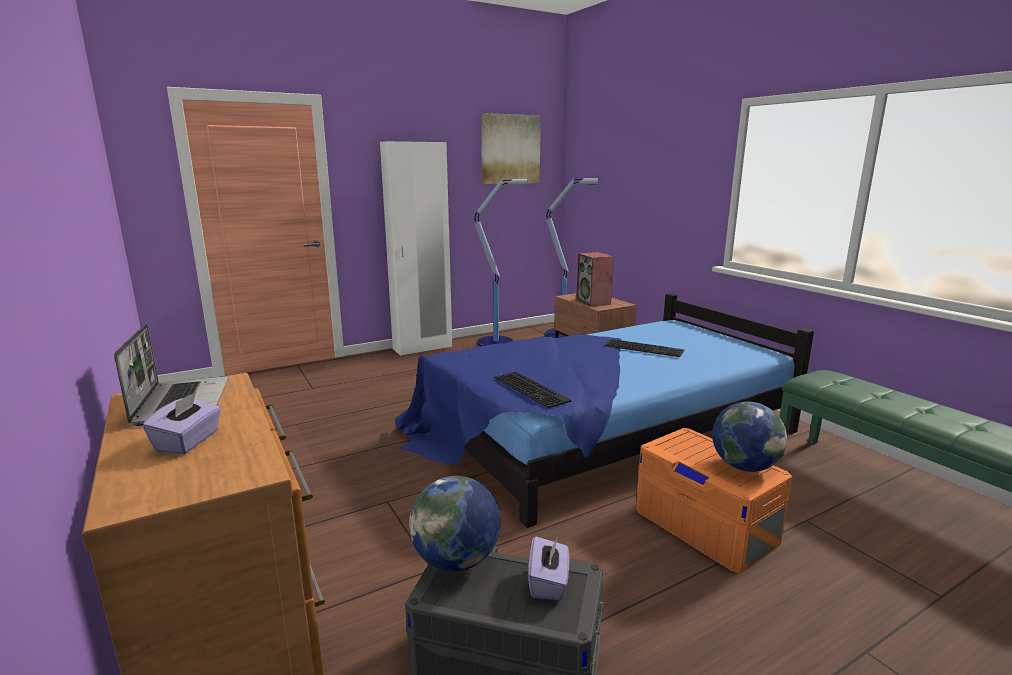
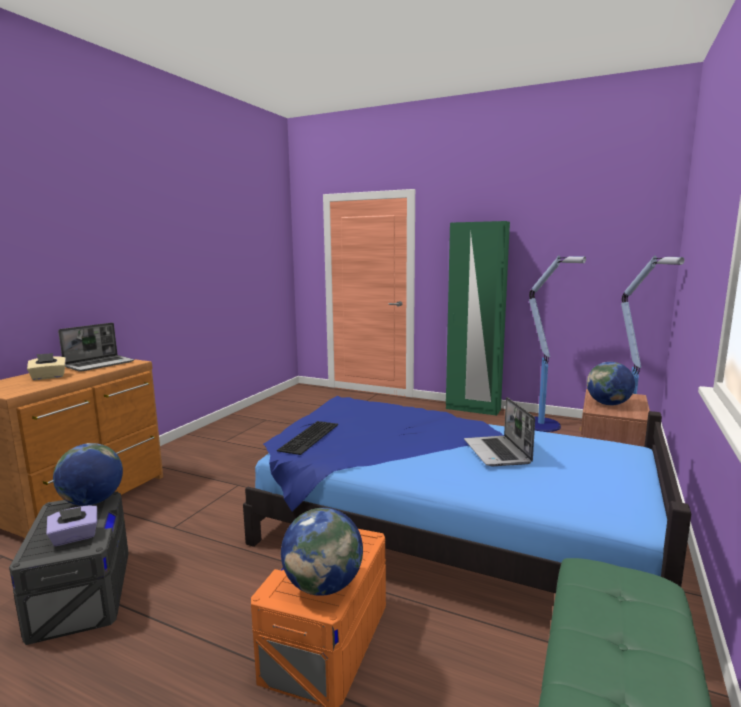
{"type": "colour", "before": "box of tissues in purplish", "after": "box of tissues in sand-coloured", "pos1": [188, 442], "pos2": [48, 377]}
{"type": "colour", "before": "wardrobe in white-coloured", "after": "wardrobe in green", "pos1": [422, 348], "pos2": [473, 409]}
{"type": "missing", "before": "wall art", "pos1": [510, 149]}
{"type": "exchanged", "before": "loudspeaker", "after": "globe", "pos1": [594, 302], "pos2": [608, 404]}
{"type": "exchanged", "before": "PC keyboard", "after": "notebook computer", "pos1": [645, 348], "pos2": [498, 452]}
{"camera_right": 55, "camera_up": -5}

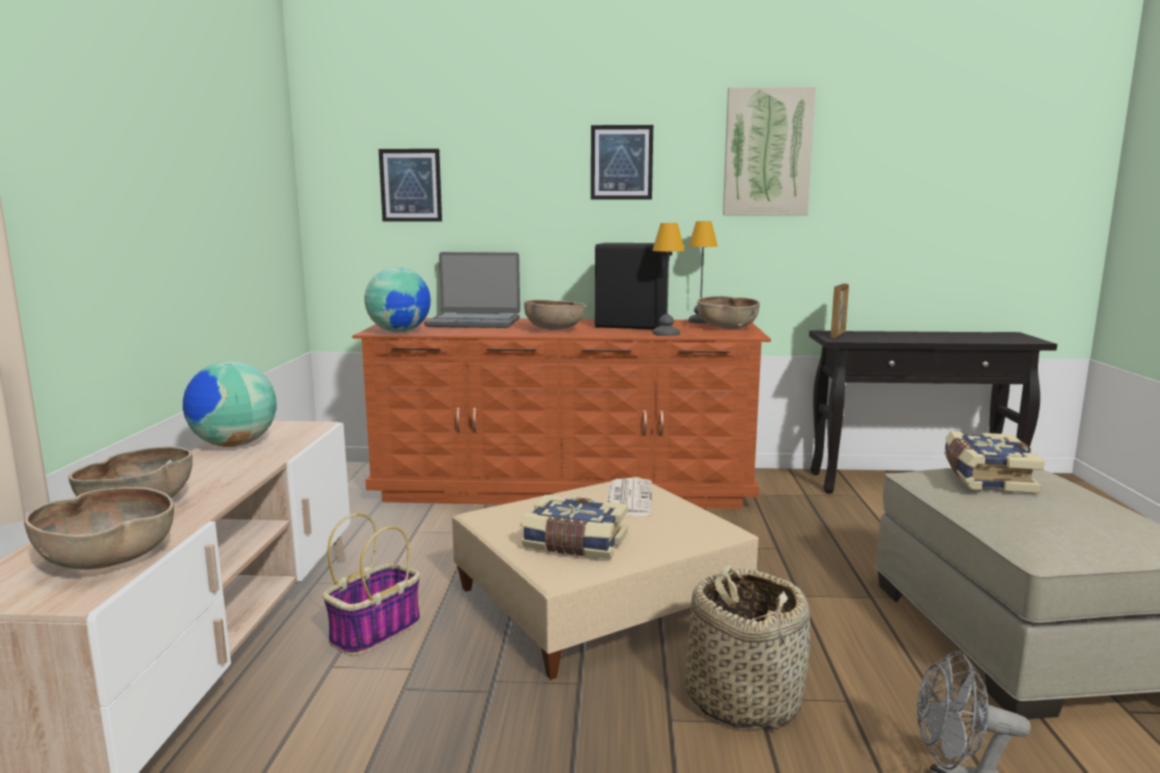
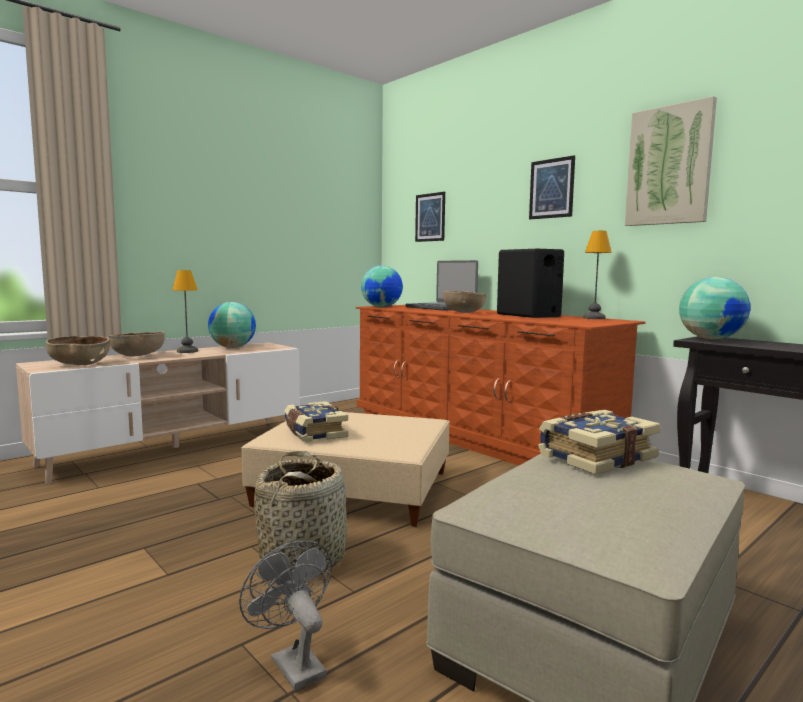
{"type": "missing", "before": "storage basket", "pos1": [376, 631]}
{"type": "missing", "before": "printed paper", "pos1": [628, 498]}
{"type": "relocated", "before": "lamp for a table", "pos1": [667, 333], "pos2": [187, 351]}
{"type": "missing", "before": "deep dish in brownish", "pos1": [727, 328]}
{"type": "exchanged", "before": "photo frame", "after": "globe", "pos1": [838, 335], "pos2": [710, 339]}
{"camera_right": 45, "camera_up": -5}

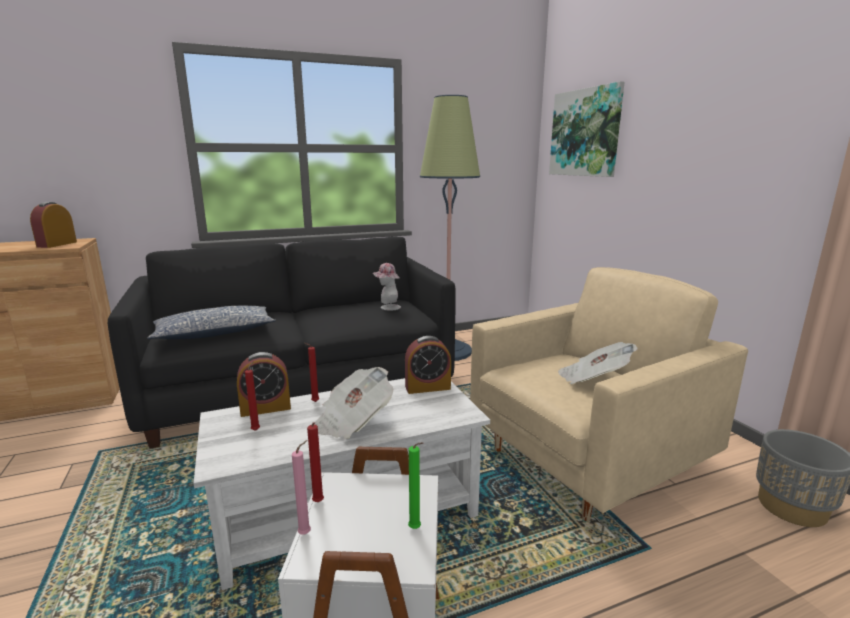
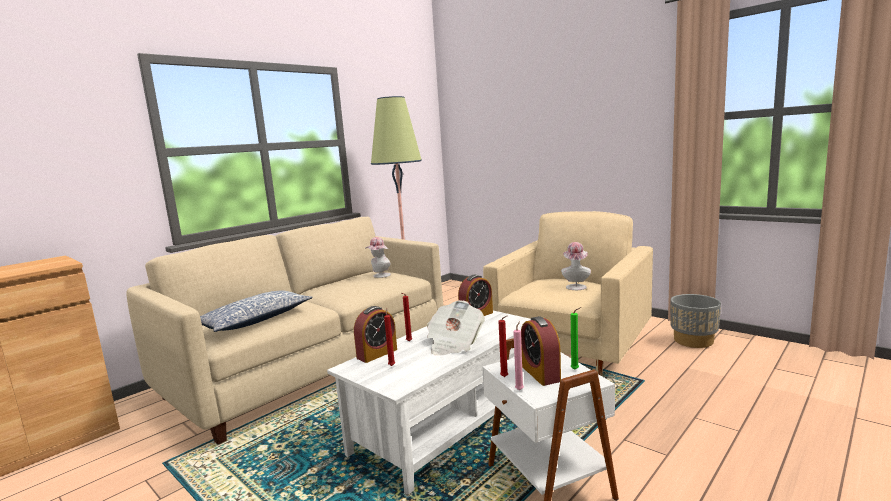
{"type": "relocated", "before": "table clock", "pos1": [57, 244], "pos2": [540, 373]}
{"type": "colour", "before": "settee in black-coloured", "after": "settee in sand-coloured", "pos1": [302, 389], "pos2": [313, 366]}
{"type": "missing", "before": "wall art", "pos1": [585, 133]}
{"type": "exchanged", "before": "printed paper", "after": "wearable hat", "pos1": [593, 379], "pos2": [575, 286]}
{"camera_right": -25, "camera_up": -5}

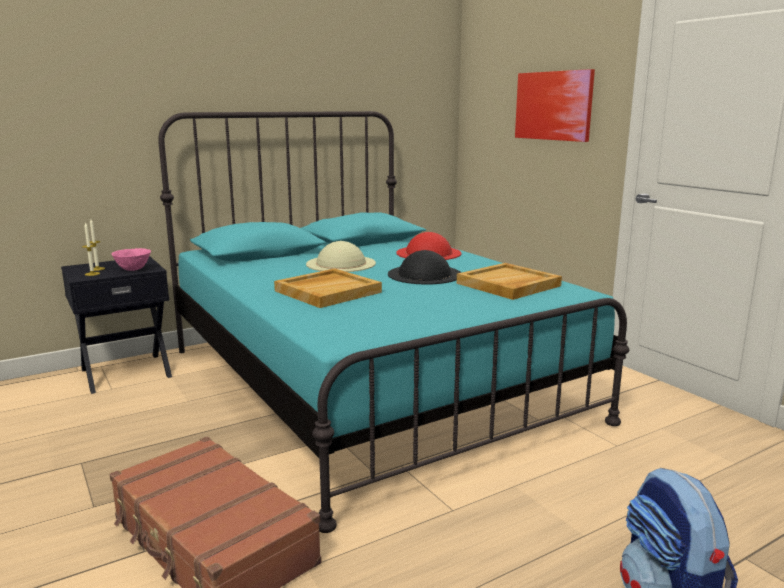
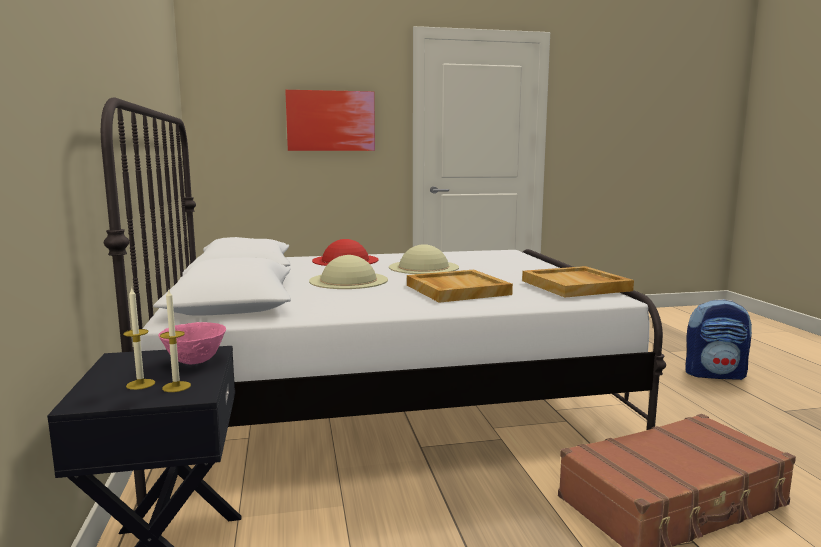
{"type": "colour", "before": "bed in turquoise", "after": "bed in white-coloured", "pos1": [370, 383], "pos2": [385, 398]}
{"type": "colour", "before": "wearable hat in black-coloured", "after": "wearable hat in sand-coloured", "pos1": [424, 274], "pos2": [424, 267]}
{"type": "relocated", "before": "tray in sand-coloured", "pos1": [508, 285], "pos2": [576, 286]}
{"camera_right": -70, "camera_up": -5}

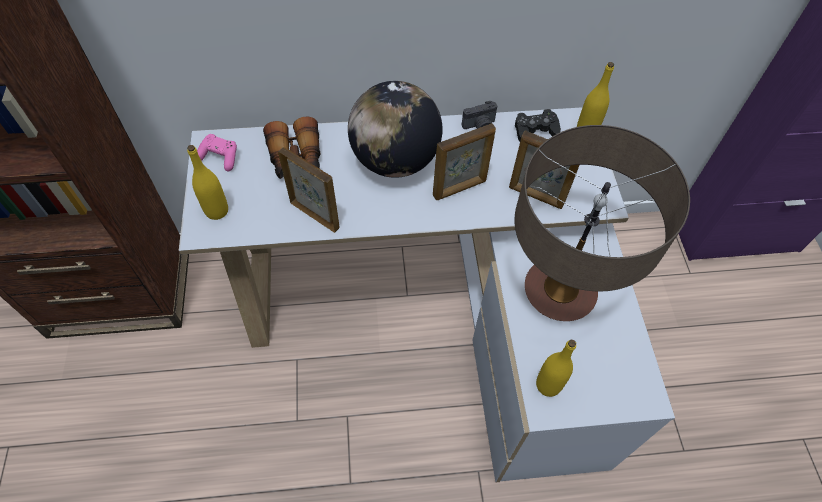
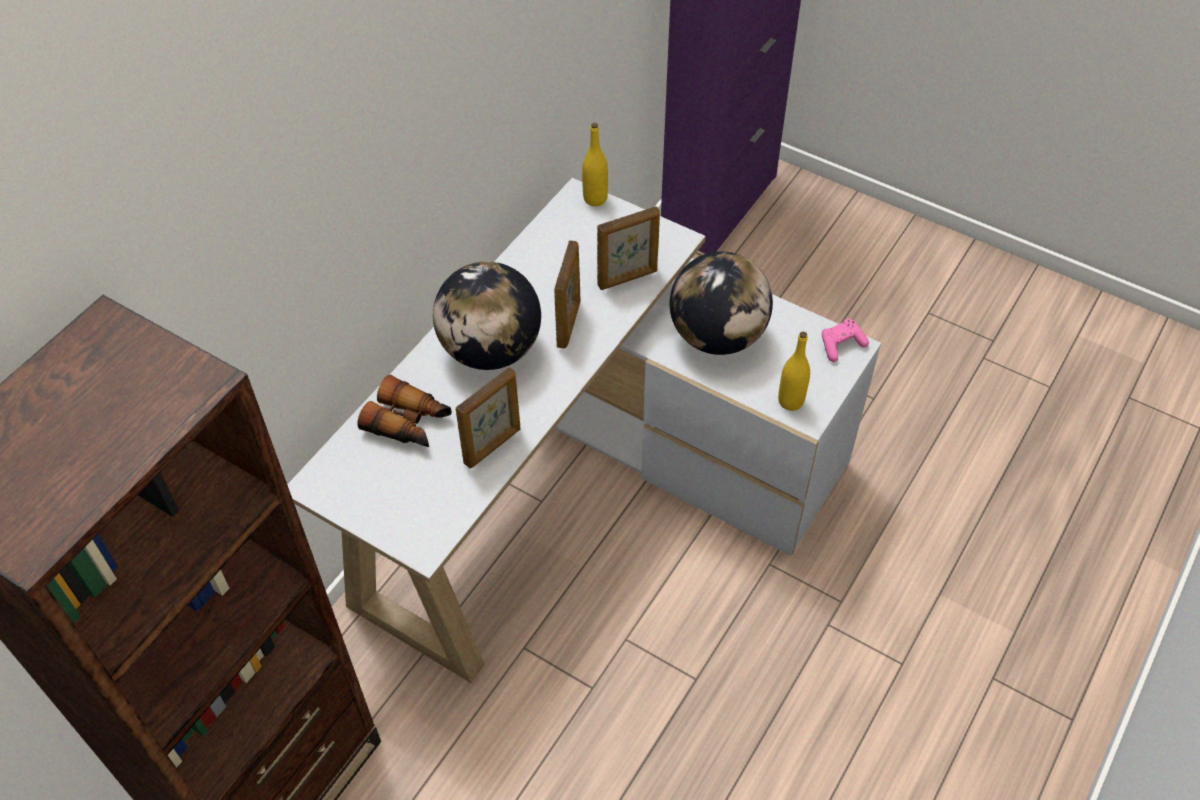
{"type": "missing", "before": "drink bottle in yellow", "pos1": [217, 211]}
{"type": "relocated", "before": "game controller in pink-coloured", "pos1": [220, 157], "pos2": [841, 345]}
{"type": "spun", "before": "photo frame", "pos1": [315, 214], "pos2": [493, 446], "turn": 150}
{"type": "missing", "before": "still camera", "pos1": [480, 126]}
{"type": "missing", "before": "game controller in black-coloured", "pos1": [535, 130]}
{"type": "exchanged", "before": "lamp for a table", "after": "globe", "pos1": [559, 292], "pos2": [717, 336]}
{"camera_right": -50, "camera_up": -5}

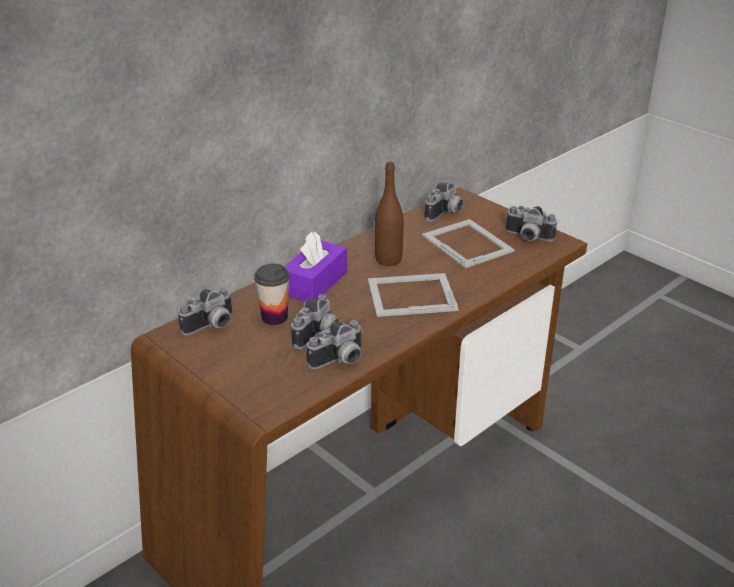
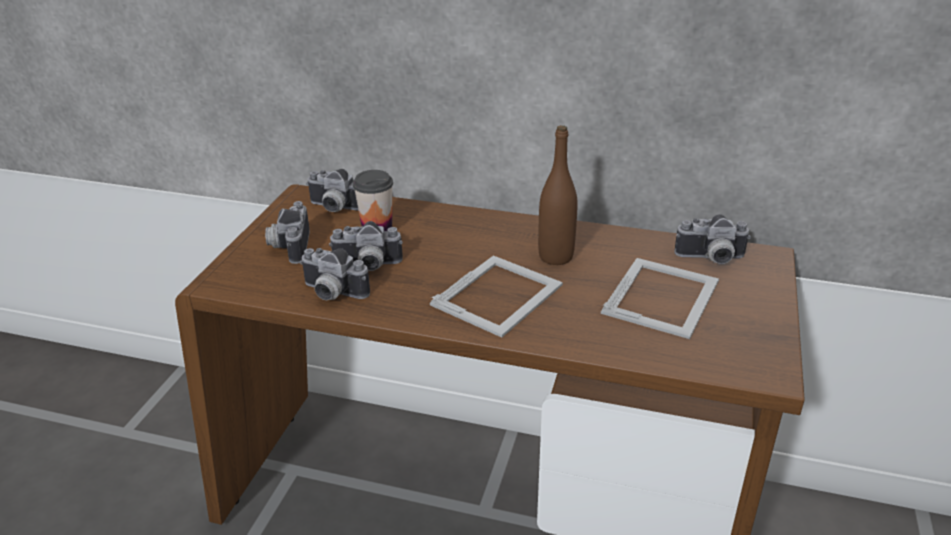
{"type": "missing", "before": "box of tissues in purplish", "pos1": [315, 283]}
{"type": "spun", "before": "photo frame", "pos1": [410, 294], "pos2": [499, 294], "turn": 75}
{"type": "relocated", "before": "still camera", "pos1": [527, 237], "pos2": [289, 246]}
{"camera_right": 60, "camera_up": 0}

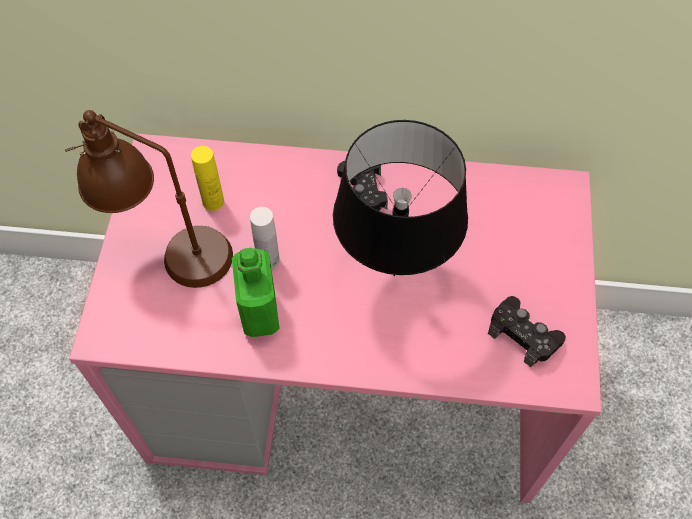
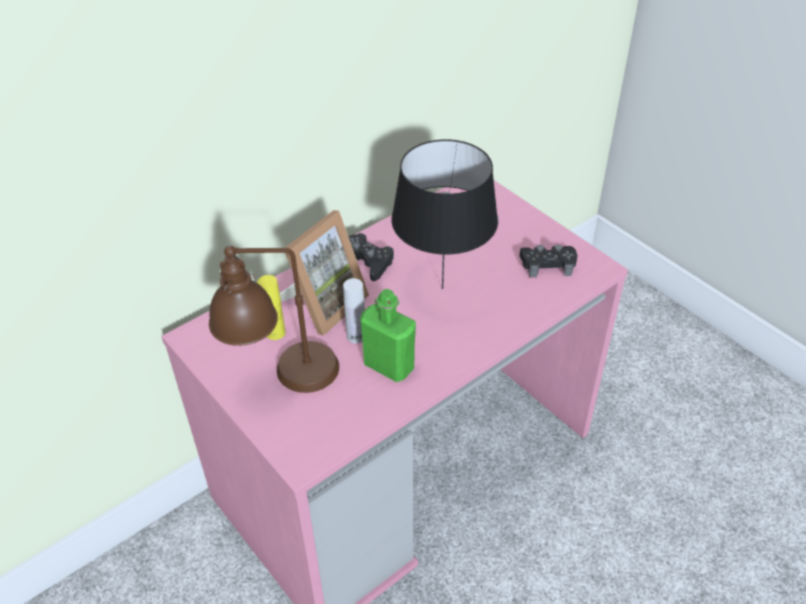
{"type": "appeared", "after": "photo frame", "pos2": [324, 304]}
{"camera_right": -45, "camera_up": -15}

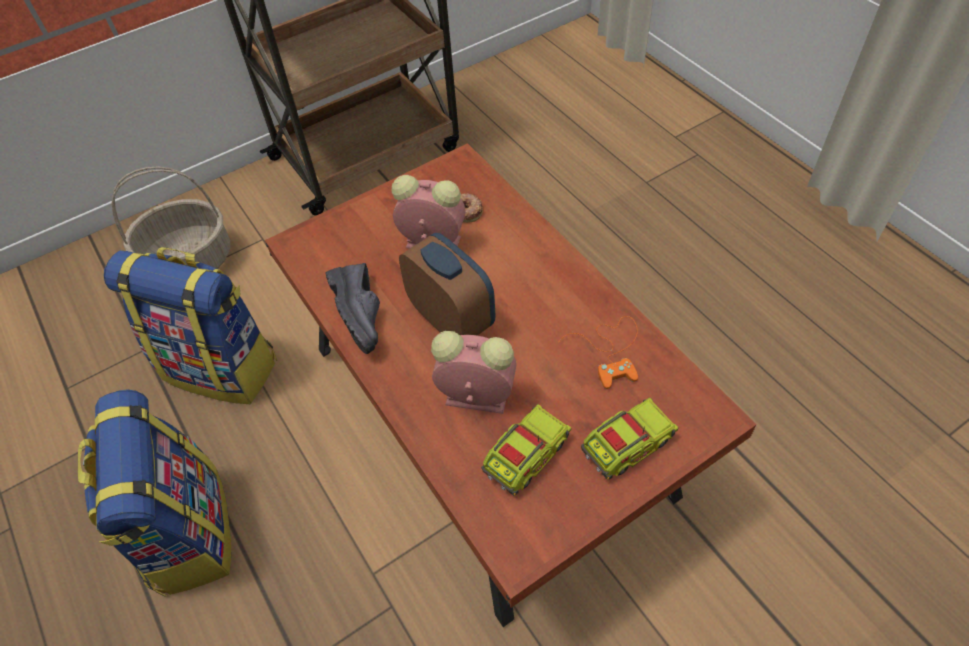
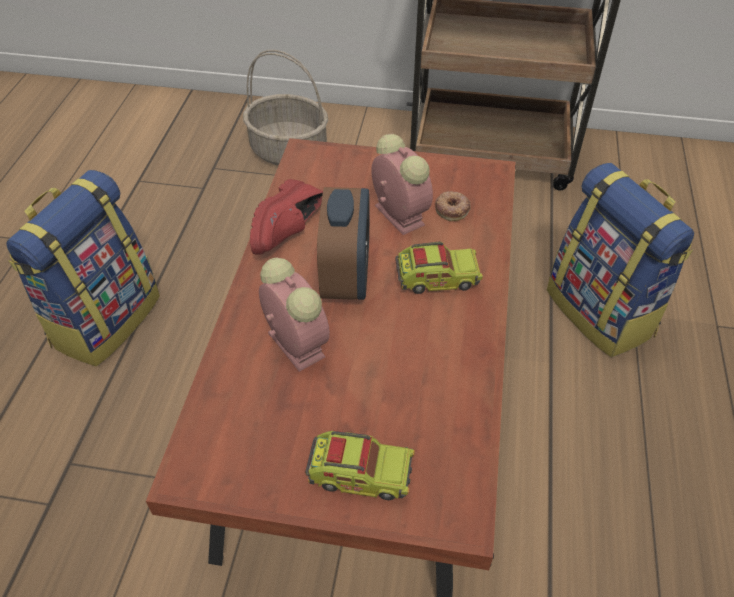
{"type": "relocated", "before": "rucksack", "pos1": [223, 367], "pos2": [601, 312]}
{"type": "colour", "before": "low shoe in black-coloured", "after": "low shoe in red-coloured", "pos1": [365, 315], "pos2": [291, 231]}
{"type": "relocated", "before": "model truck", "pos1": [526, 456], "pos2": [437, 278]}
{"type": "missing", "before": "game controller in orange", "pos1": [610, 350]}
{"camera_right": 40, "camera_up": -5}

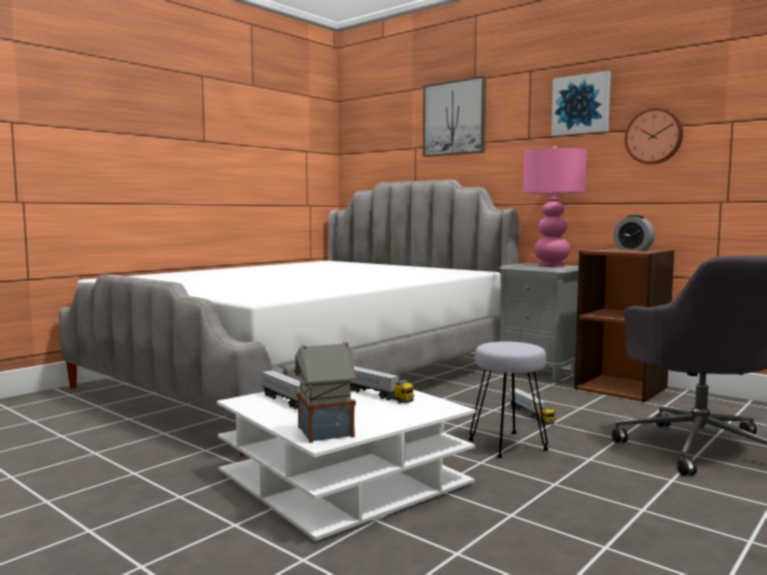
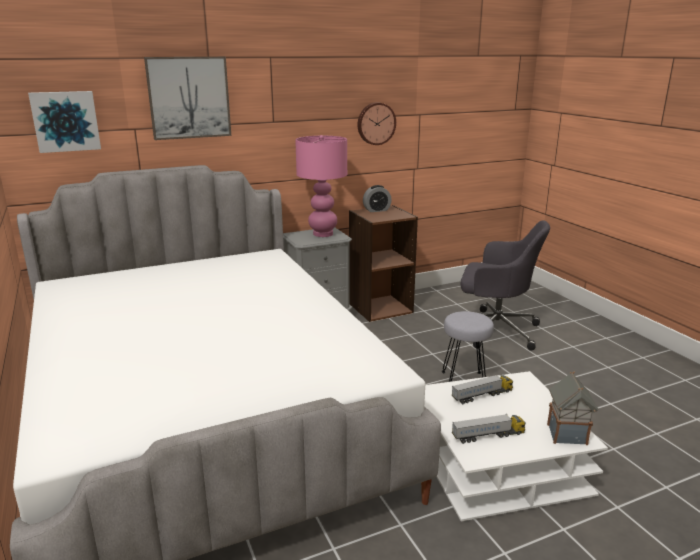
{"type": "missing", "before": "model truck", "pos1": [530, 414]}
{"type": "relocated", "before": "wall art", "pos1": [581, 105], "pos2": [66, 121]}
{"camera_right": -65, "camera_up": 15}

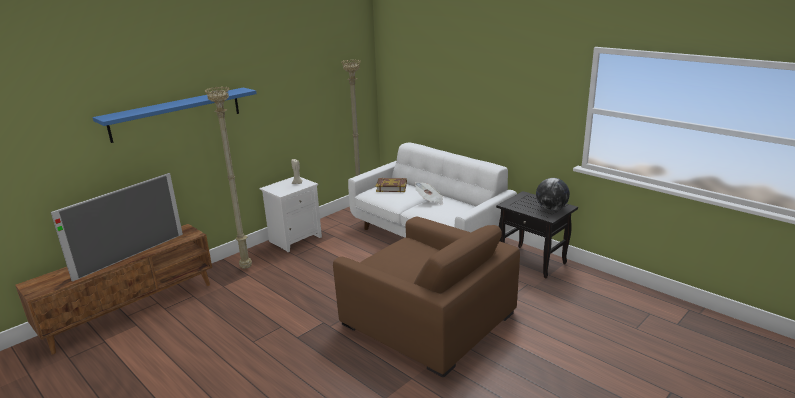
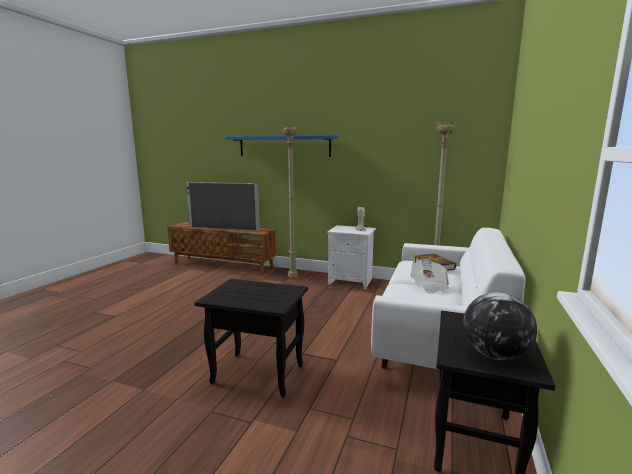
{"type": "exchanged", "before": "easy chair in brownish", "after": "accent table in black-coloured", "pos1": [427, 319], "pos2": [256, 374]}
{"camera_right": 65, "camera_up": -10}

